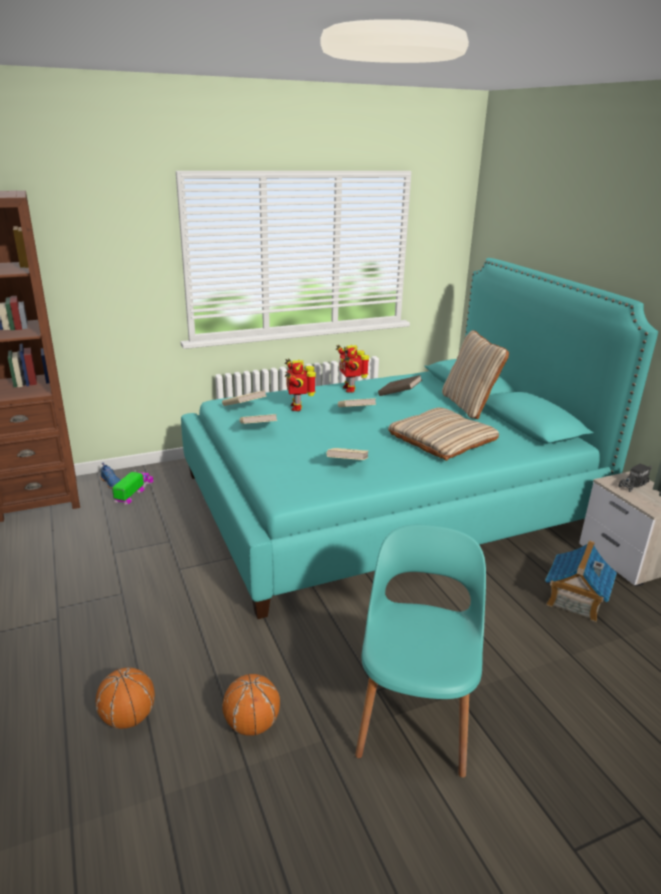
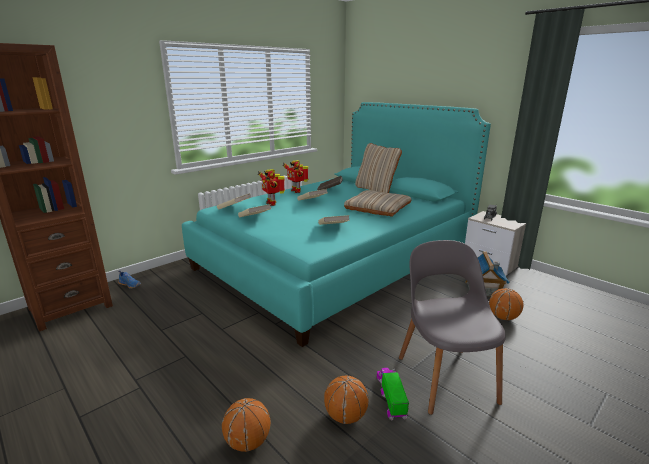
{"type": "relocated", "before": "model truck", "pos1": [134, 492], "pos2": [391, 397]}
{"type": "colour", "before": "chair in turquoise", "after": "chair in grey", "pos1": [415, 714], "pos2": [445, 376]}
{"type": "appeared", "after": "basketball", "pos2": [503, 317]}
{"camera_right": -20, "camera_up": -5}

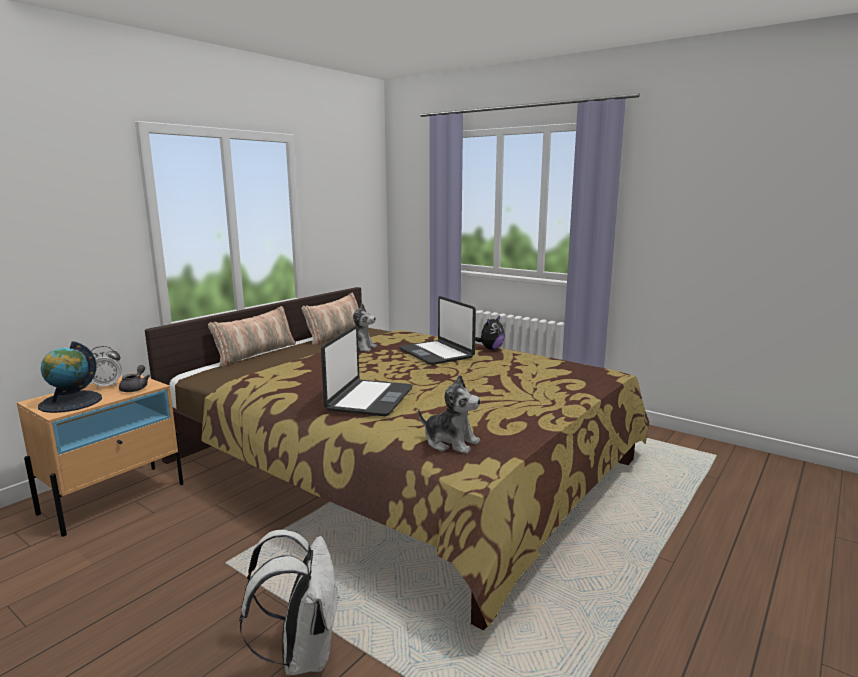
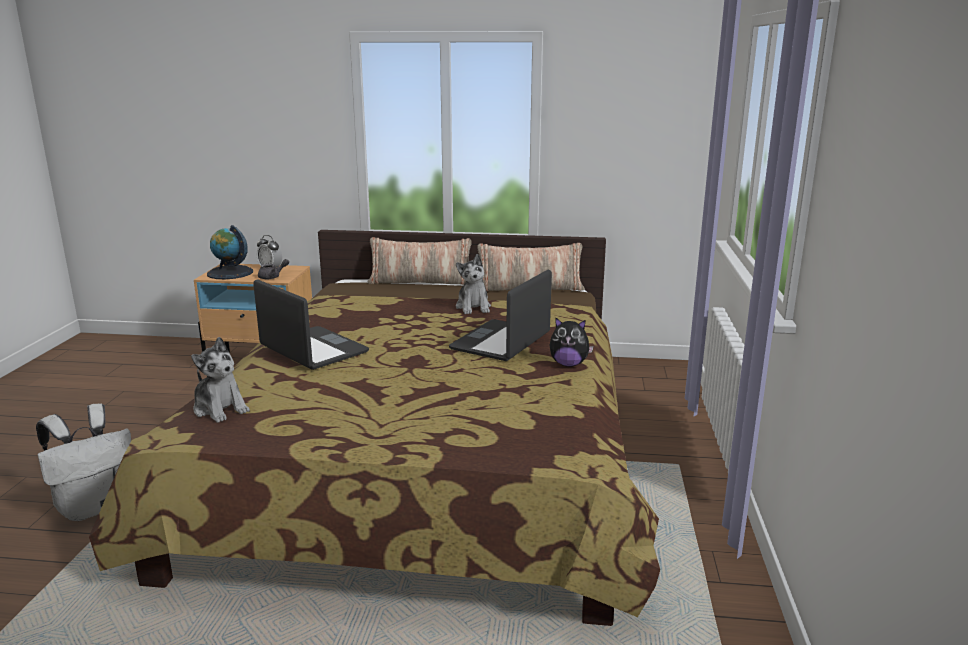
{"type": "spun", "before": "notebook computer", "pos1": [369, 399], "pos2": [312, 350], "turn": -120}
{"type": "spun", "before": "plush toy", "pos1": [451, 442], "pos2": [220, 409], "turn": -45}
{"camera_right": 60, "camera_up": 5}

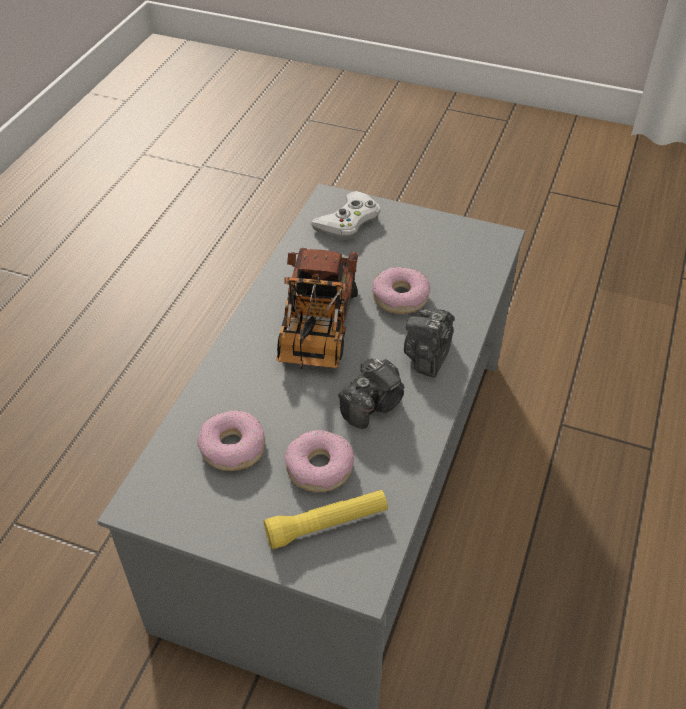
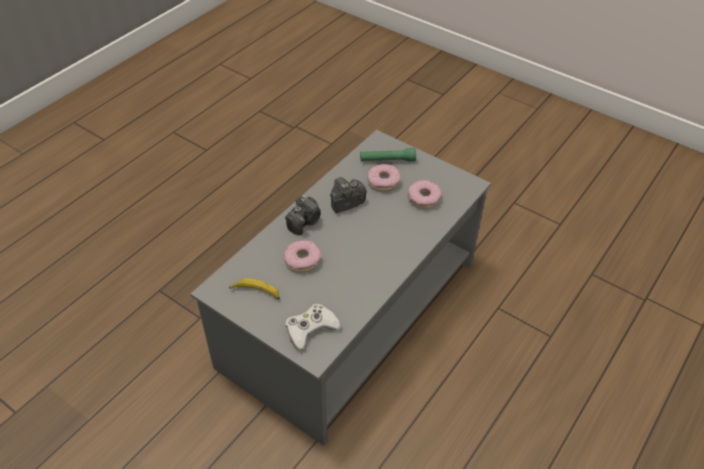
{"type": "colour", "before": "flashlight in yellow", "after": "flashlight in green", "pos1": [326, 525], "pos2": [387, 160]}
{"type": "missing", "before": "model truck", "pos1": [316, 332]}
{"type": "appeared", "after": "banana fruit", "pos2": [256, 292]}
{"camera_right": -165, "camera_up": 0}

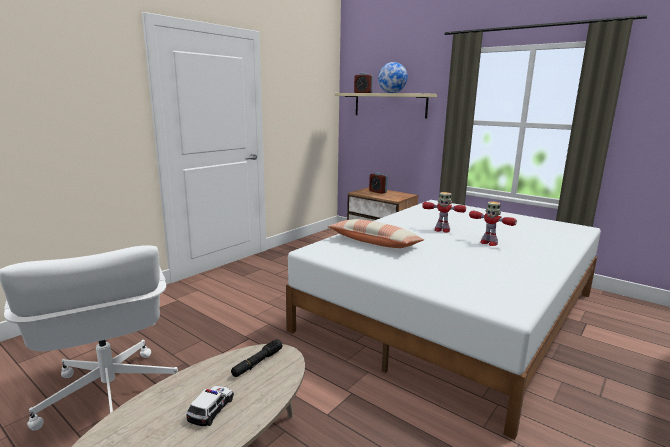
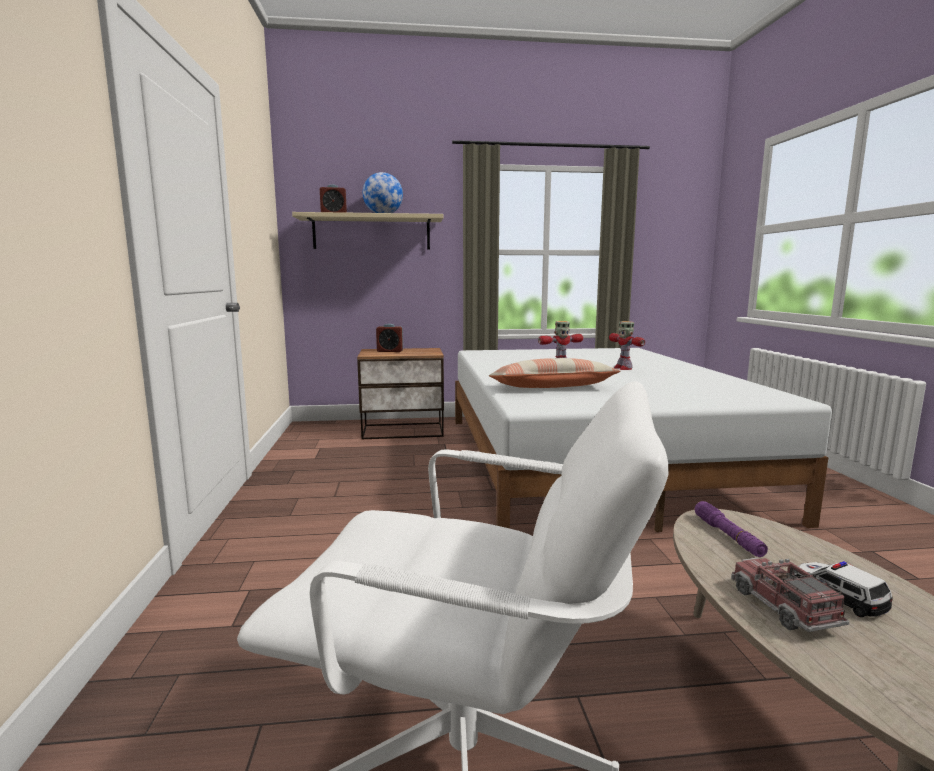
{"type": "colour", "before": "flashlight in black-coloured", "after": "flashlight in purplish", "pos1": [257, 363], "pos2": [728, 536]}
{"type": "spun", "before": "model robot", "pos1": [488, 243], "pos2": [623, 368], "turn": 75}
{"type": "appeared", "after": "model truck", "pos2": [783, 607]}
{"camera_right": -45, "camera_up": -5}

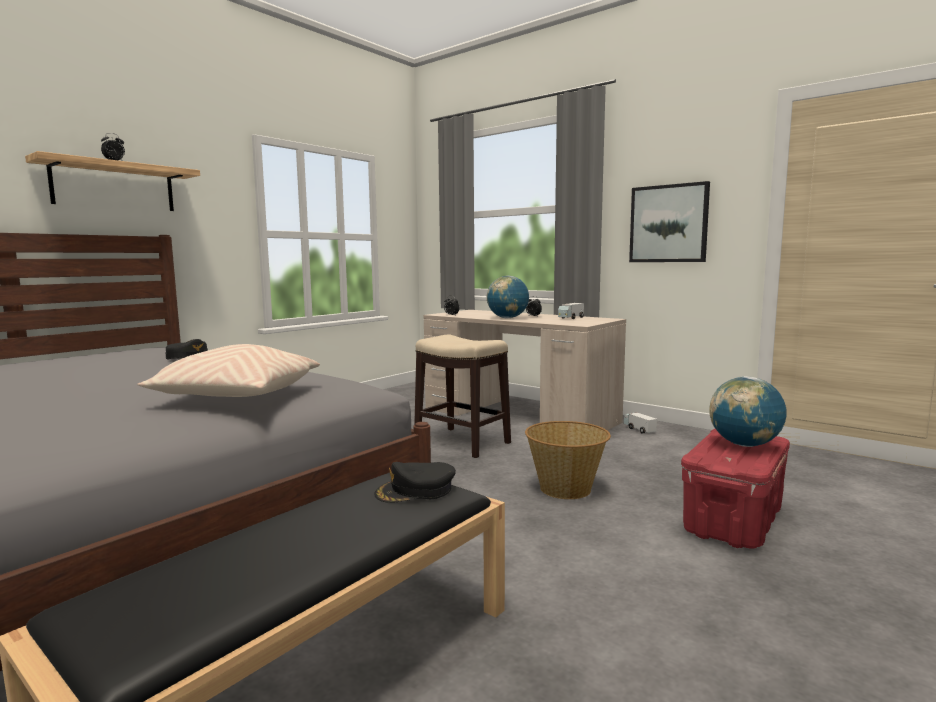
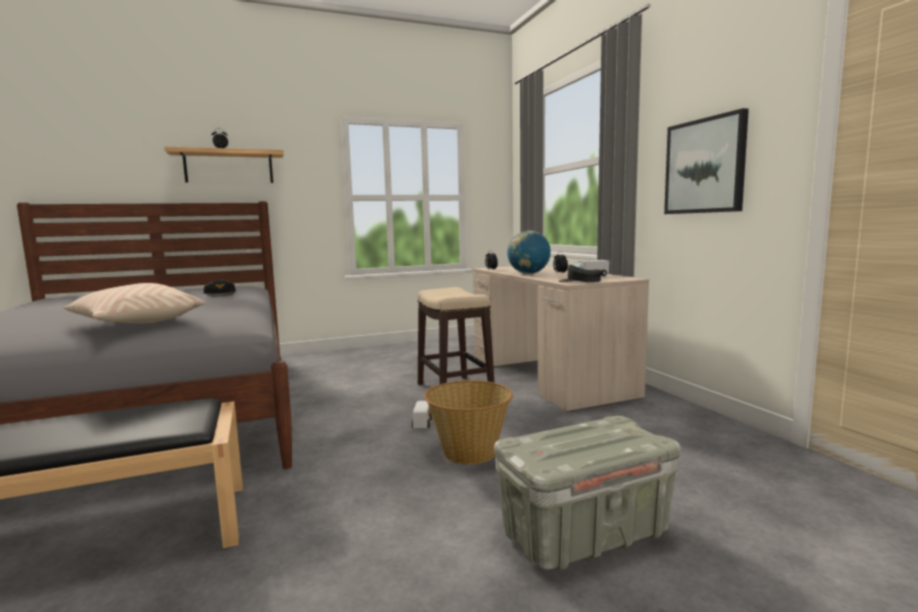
{"type": "relocated", "before": "peaked cap in black-coloured", "pos1": [415, 491], "pos2": [580, 281]}
{"type": "relocated", "before": "model truck", "pos1": [639, 429], "pos2": [422, 422]}
{"type": "colour", "before": "storage bin in red-coloured", "after": "storage bin in grey", "pos1": [733, 522], "pos2": [584, 534]}
{"type": "missing", "before": "globe", "pos1": [744, 445]}
{"camera_right": 30, "camera_up": 0}

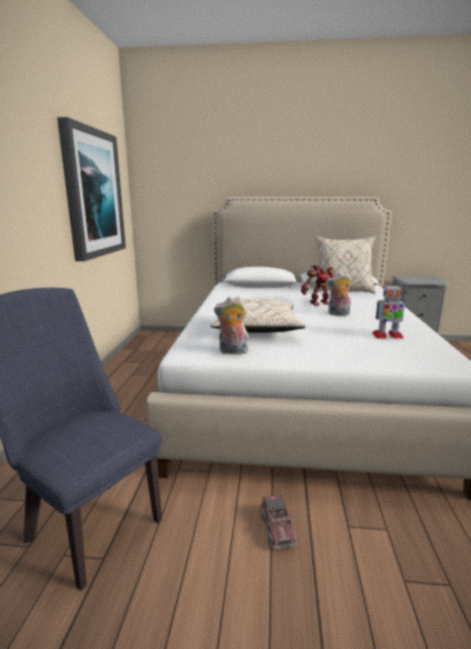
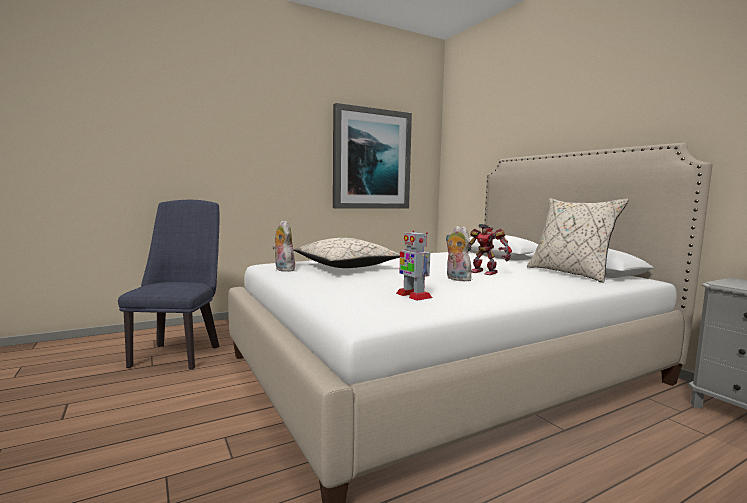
{"type": "missing", "before": "model truck", "pos1": [277, 529]}
{"camera_right": 55, "camera_up": -10}

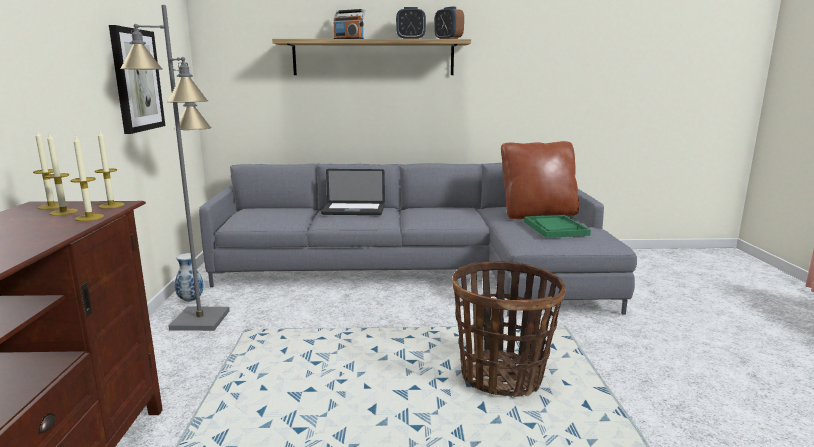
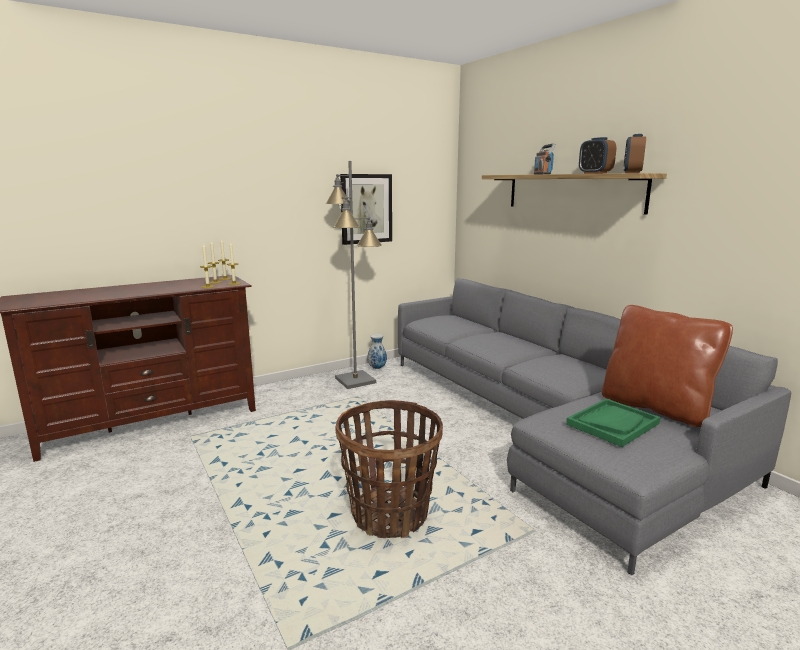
{"type": "missing", "before": "notebook computer", "pos1": [353, 210]}
{"camera_right": 60, "camera_up": 0}

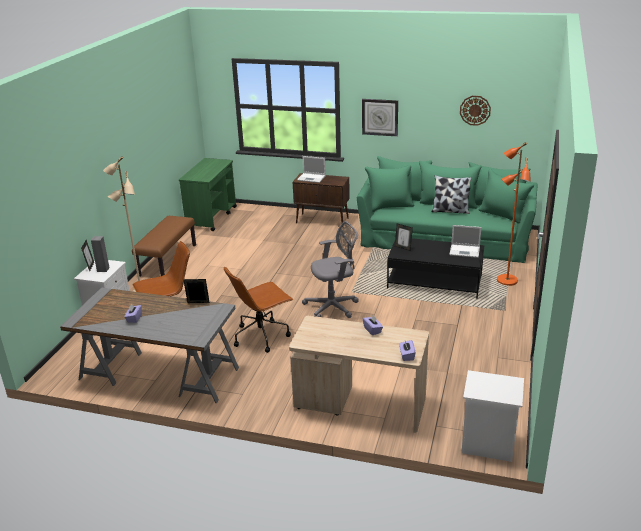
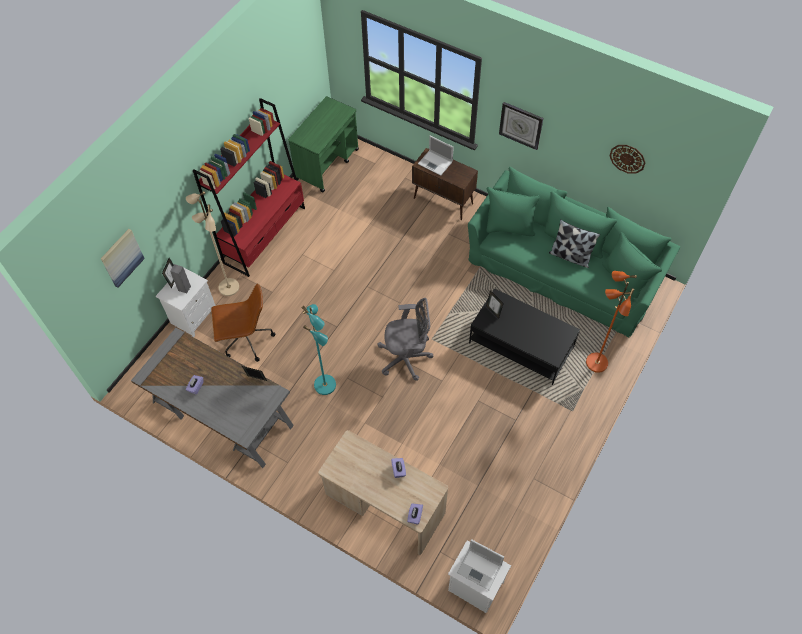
{"type": "exchanged", "before": "bench in brownish", "after": "bookcase in red-coloured", "pos1": [167, 260], "pos2": [265, 235]}
{"type": "exchanged", "before": "office chair in brownish", "after": "floor lamp in turquoise", "pos1": [261, 336], "pos2": [326, 385]}
{"type": "relocated", "before": "notebook computer", "pos1": [465, 251], "pos2": [480, 569]}
{"type": "appeared", "after": "wall art", "pos2": [121, 257]}
{"camera_right": 15, "camera_up": 30}

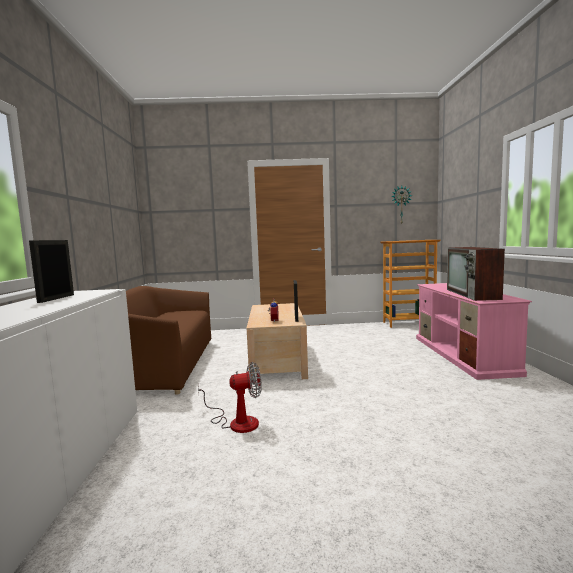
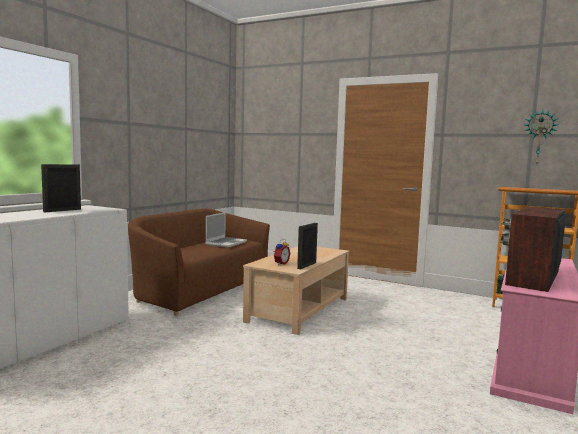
{"type": "missing", "before": "electric fan", "pos1": [236, 422]}
{"type": "appeared", "after": "notebook computer", "pos2": [226, 243]}
{"camera_right": 30, "camera_up": 0}

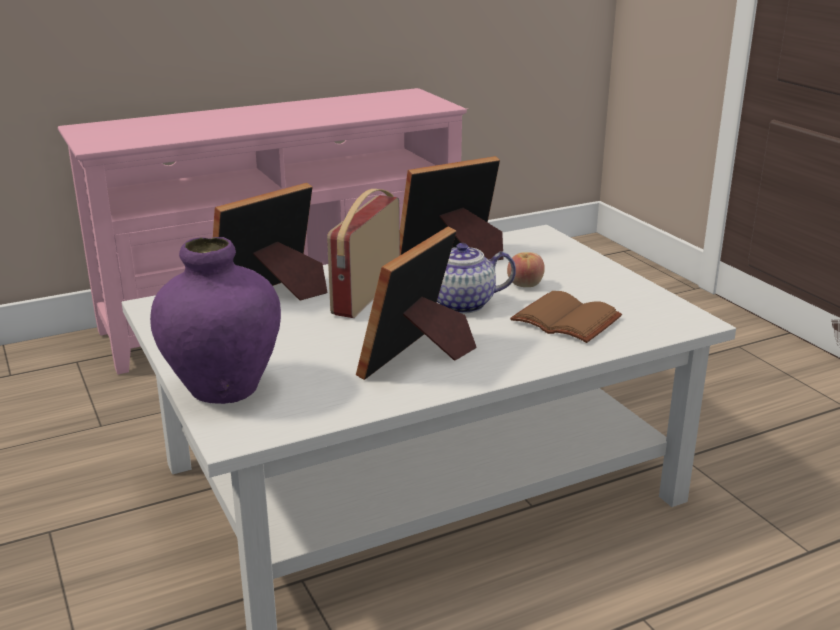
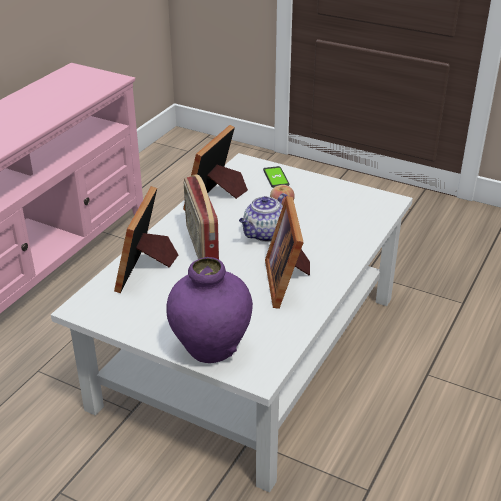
{"type": "missing", "before": "volume in brownish", "pos1": [568, 320]}
{"type": "appeared", "after": "telephone", "pos2": [276, 177]}
{"camera_right": -35, "camera_up": 10}

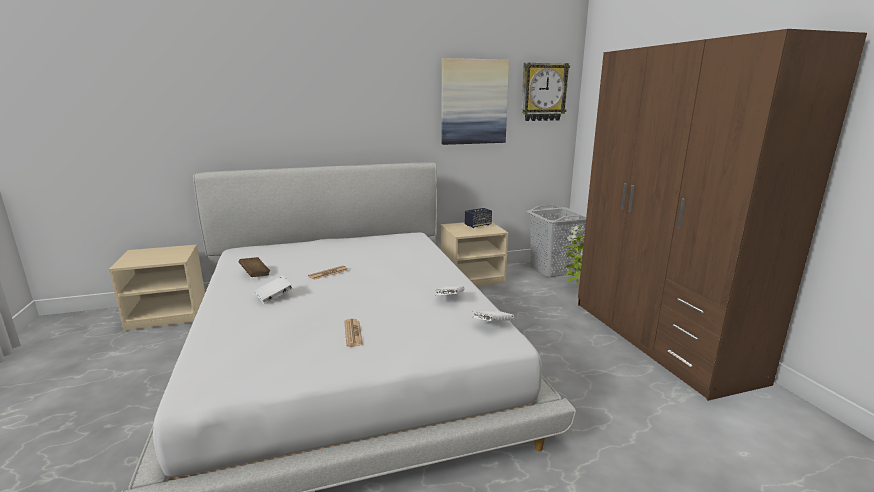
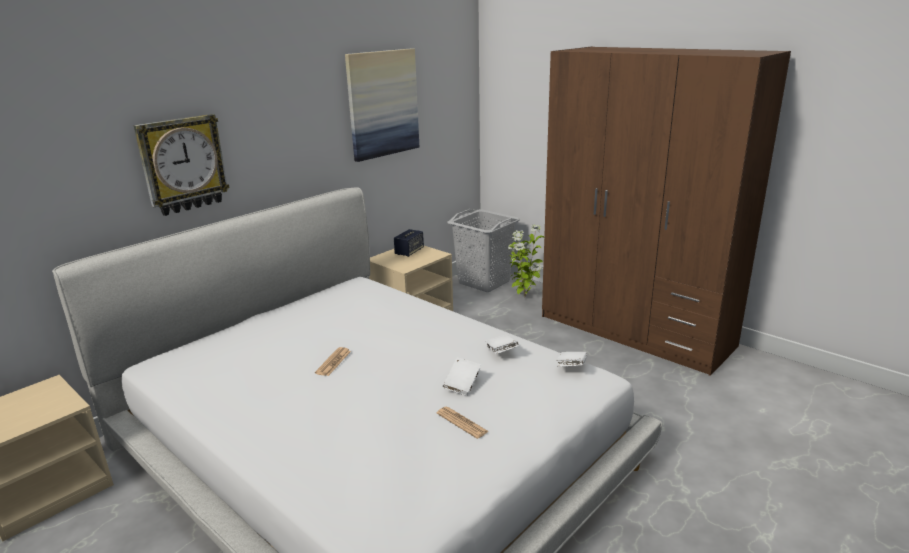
{"type": "missing", "before": "volume in brownish", "pos1": [255, 274]}
{"type": "relocated", "before": "volume in white-coloured", "pos1": [274, 297], "pos2": [462, 385]}
{"type": "relocated", "before": "hanging clock", "pos1": [543, 92], "pos2": [183, 164]}
{"camera_right": -30, "camera_up": 5}

